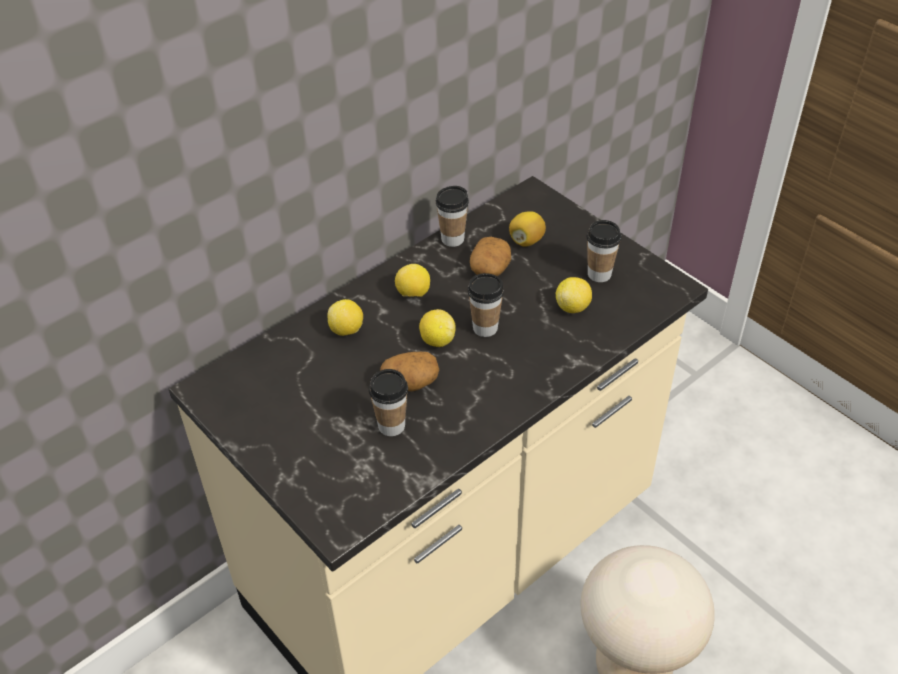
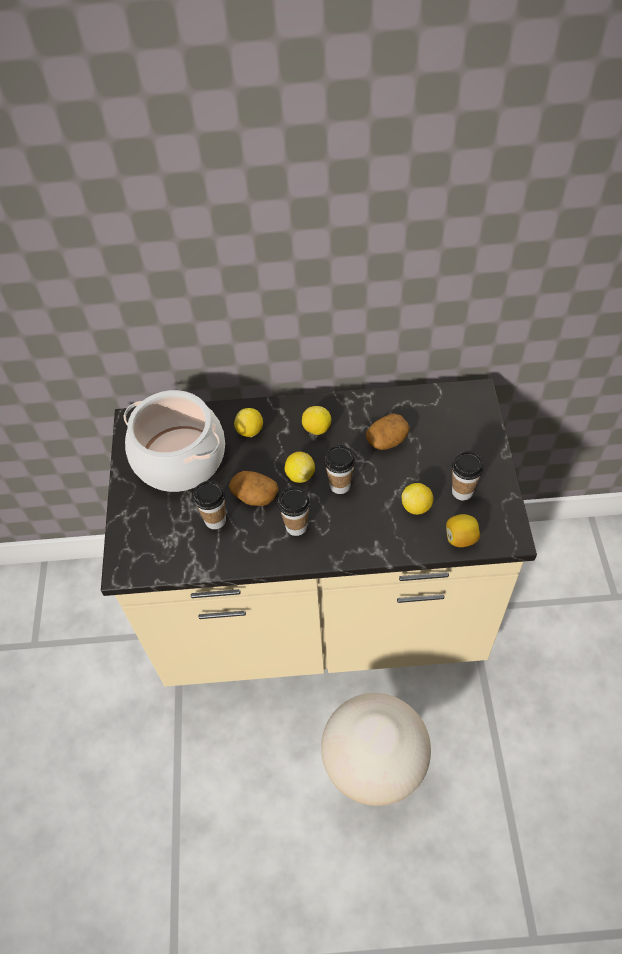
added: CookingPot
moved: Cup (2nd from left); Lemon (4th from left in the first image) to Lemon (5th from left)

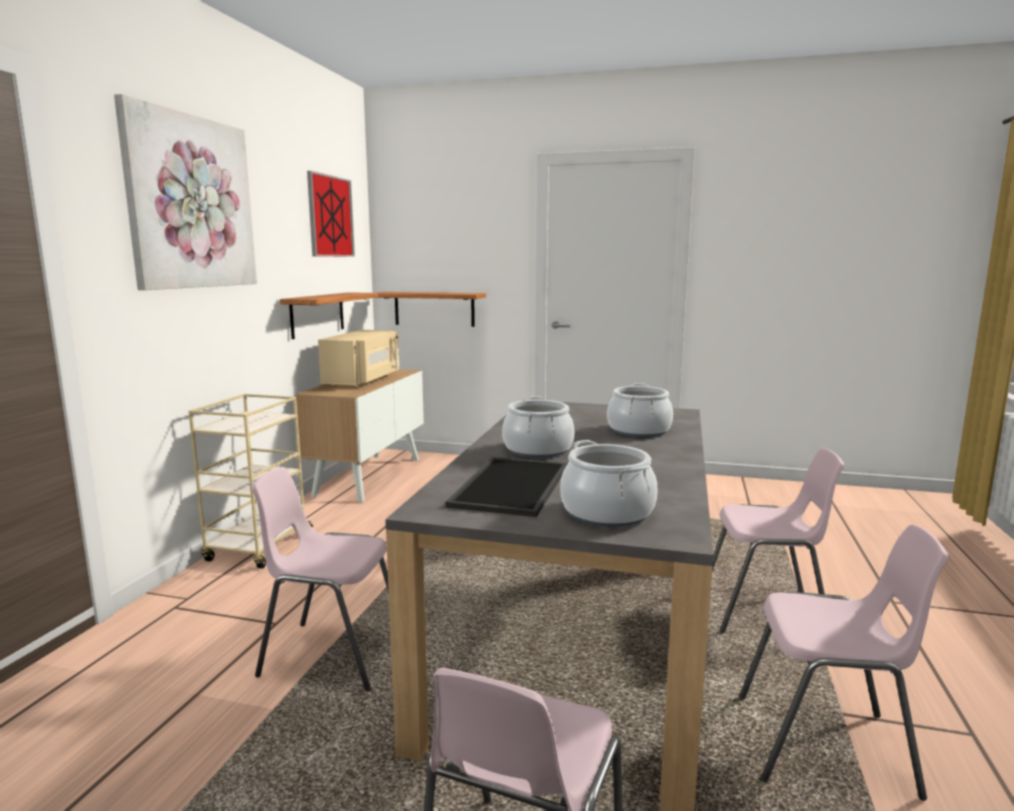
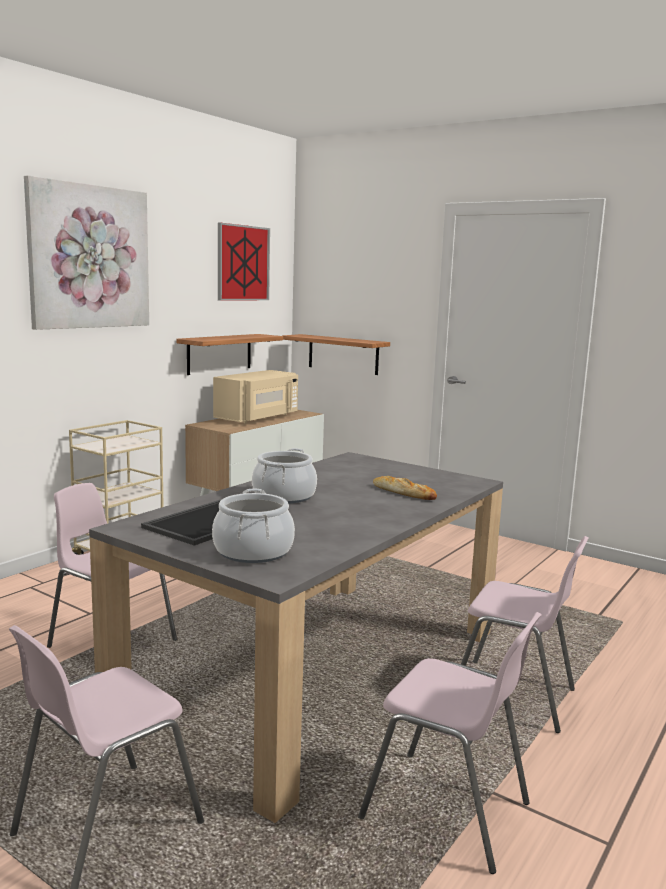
replaced: CookingPot (3rd from left) to Bread

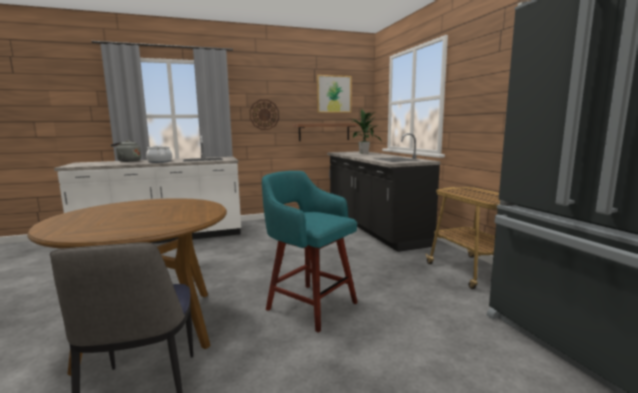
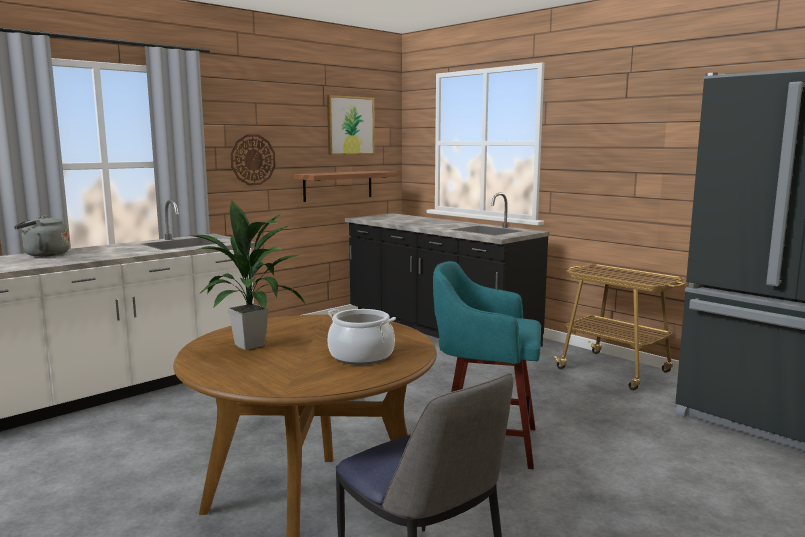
moved: PottedPlant; CookingPot

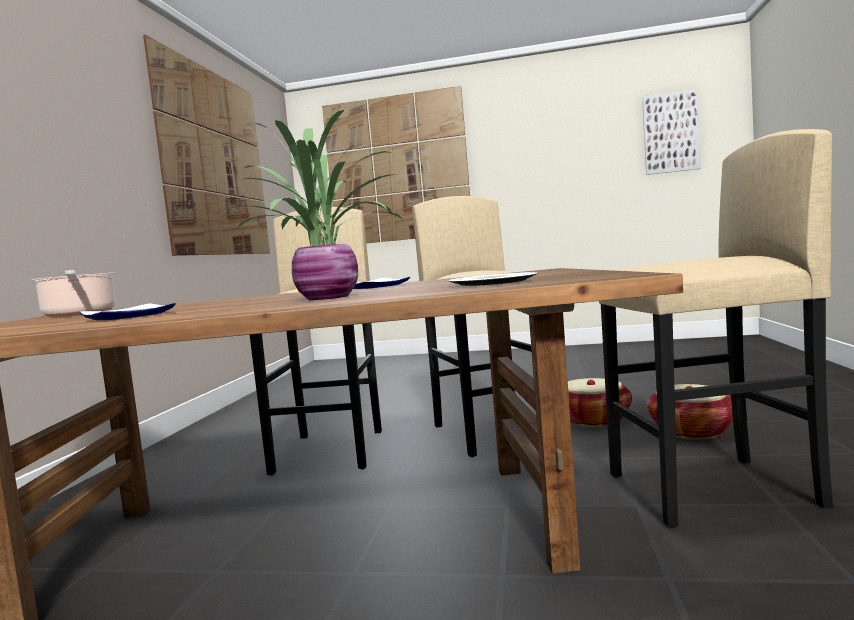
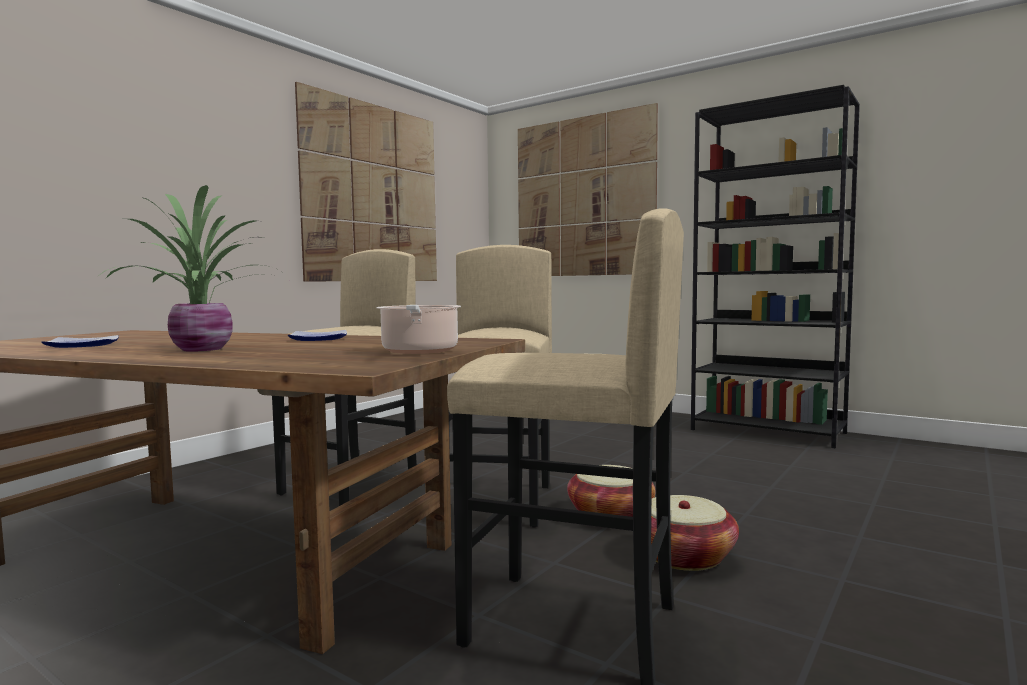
removed: Plate (3rd from left); Picture (3rd from left)
added: BlackBookcase
moved: CookingPot

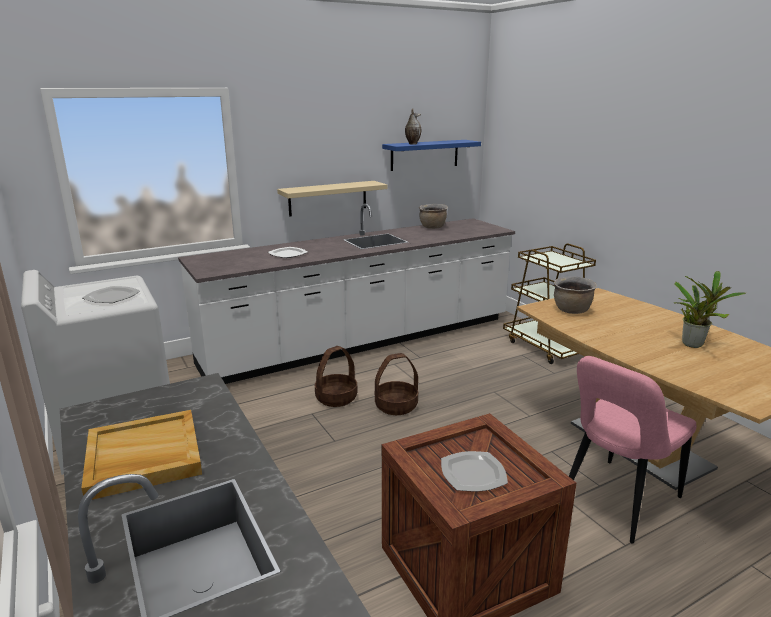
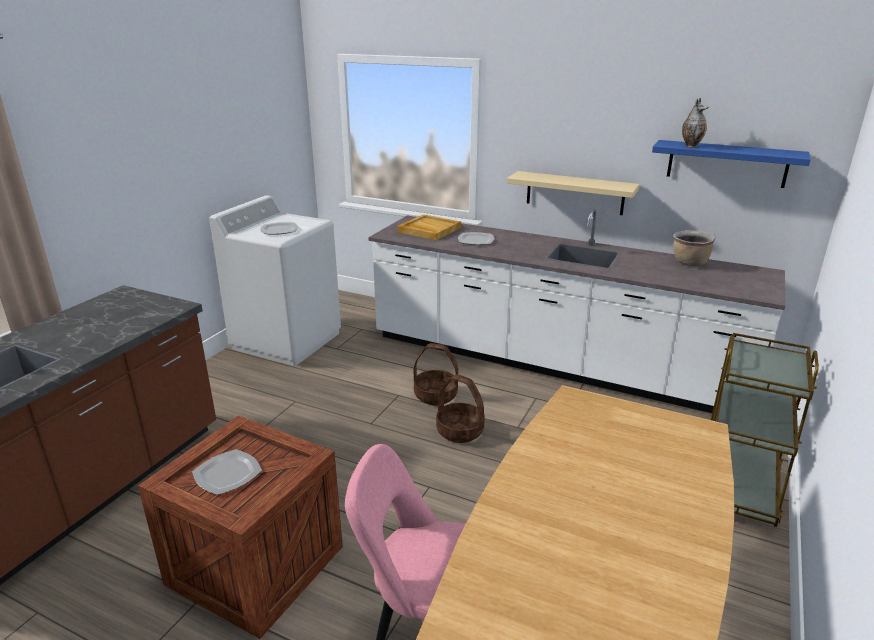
removed: BrownCookingPot (2nd from left); PottedPlant
moved: BeigeTray

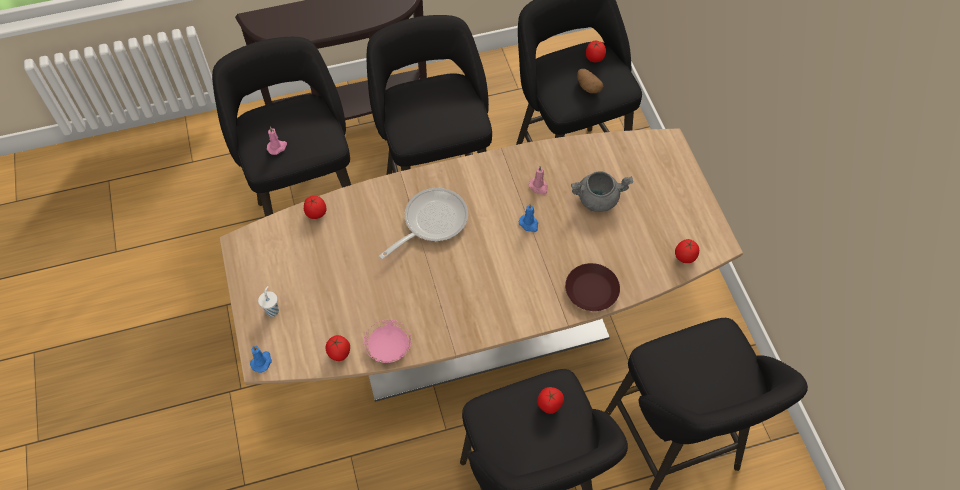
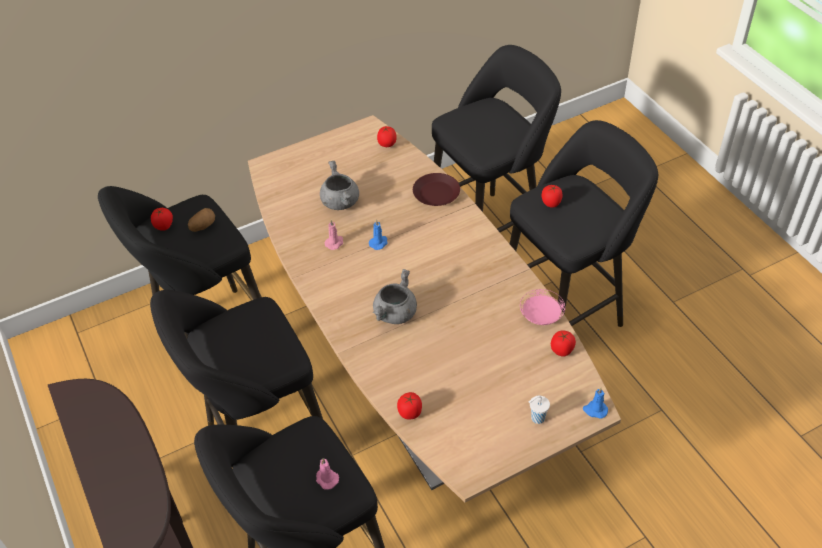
replaced: FryingPan to GreyCookingPot (2nd from left)

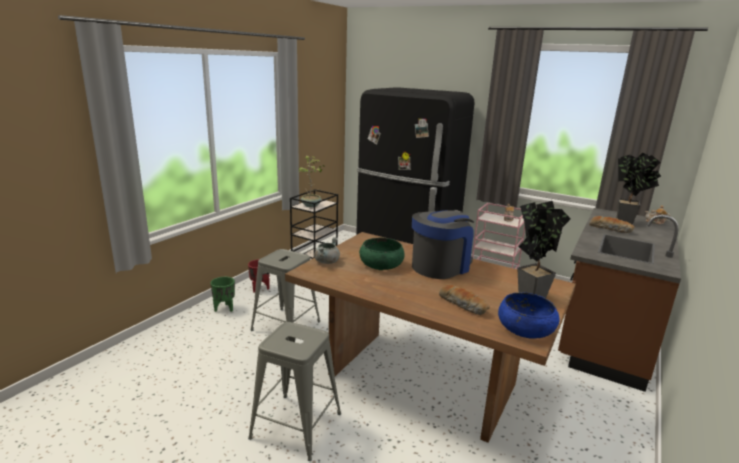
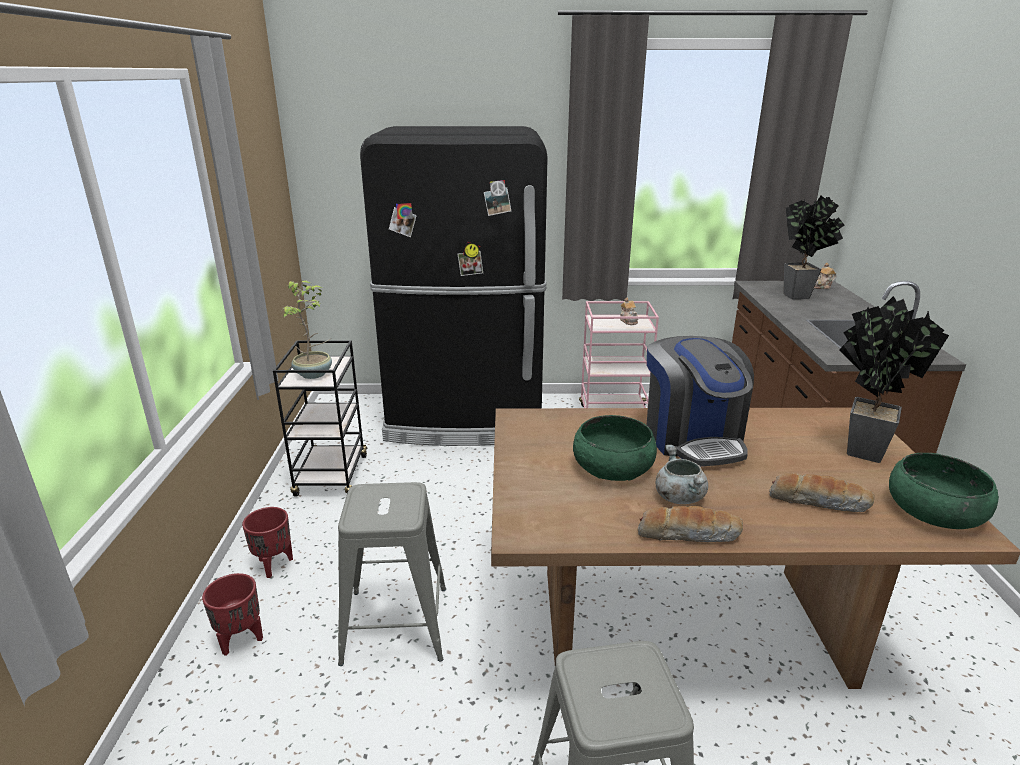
moved: Bread (2nd from left in the first image) to Bread (1st from left); GreyCookingPot
recoloured: GreenPlanter to RedPlanter (1st from left); BlueBowl to GreenBowl (2nd from left)
turned: CoffeeMachine 150 degrees clockwise

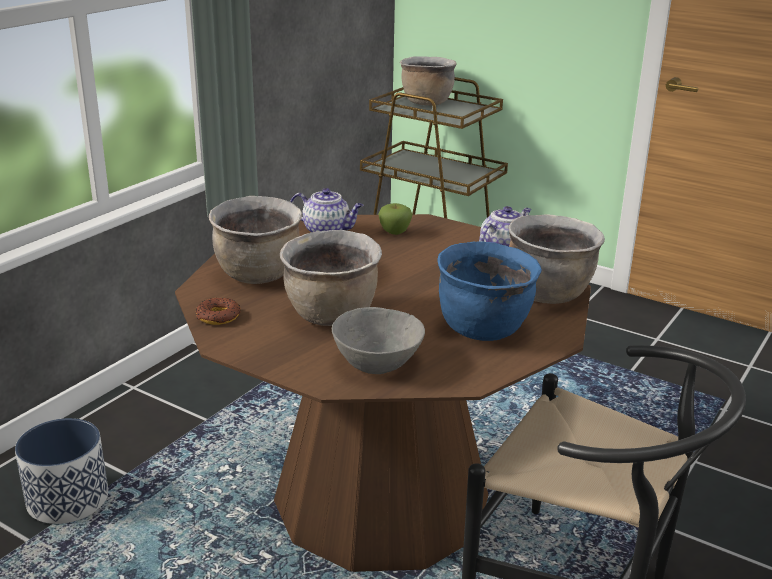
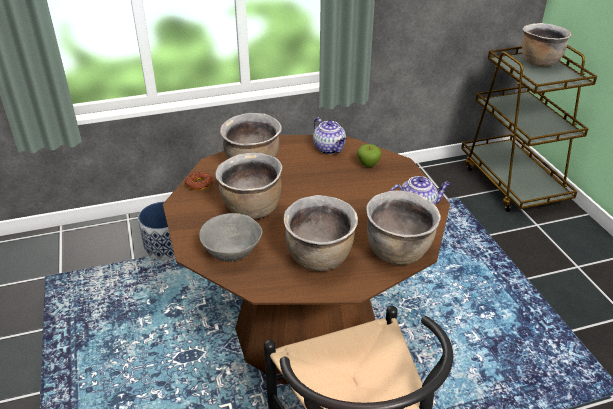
recoloured: BlueCookingPot to BrownCookingPot (3rd from left)

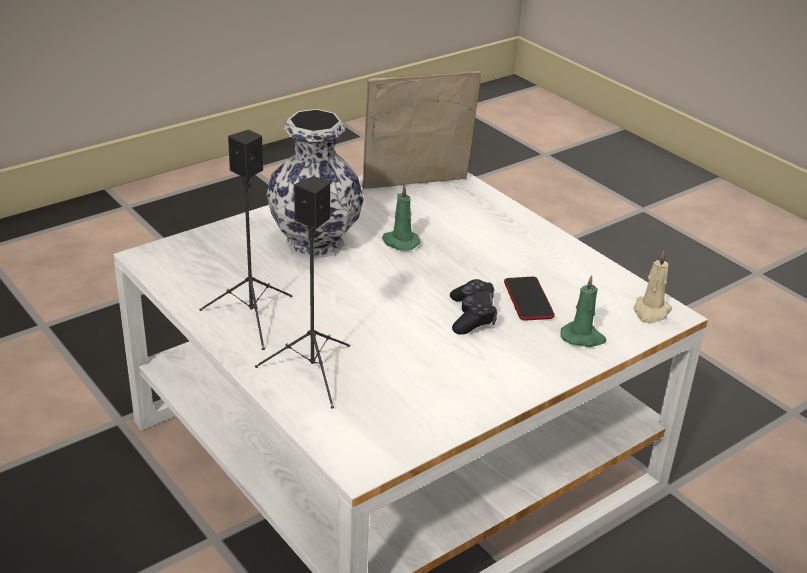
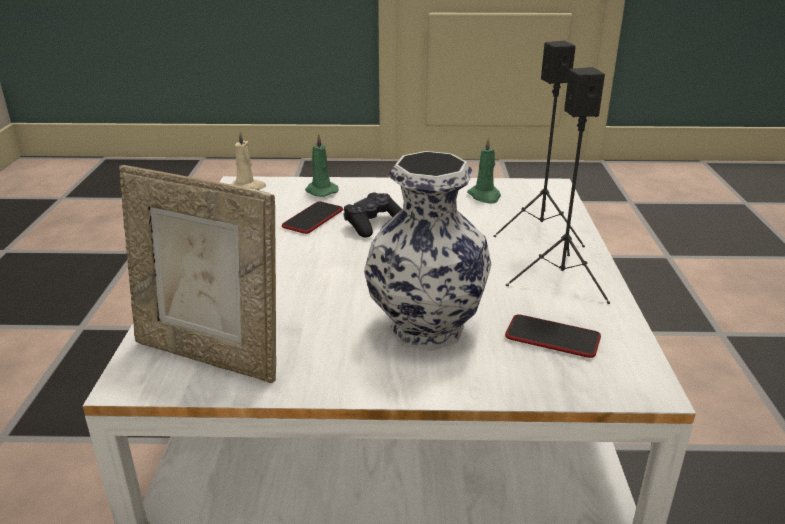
added: Phone (2nd from left)
moved: GreenCandle (1st from left in the first image) to GreenCandle (2nd from left)

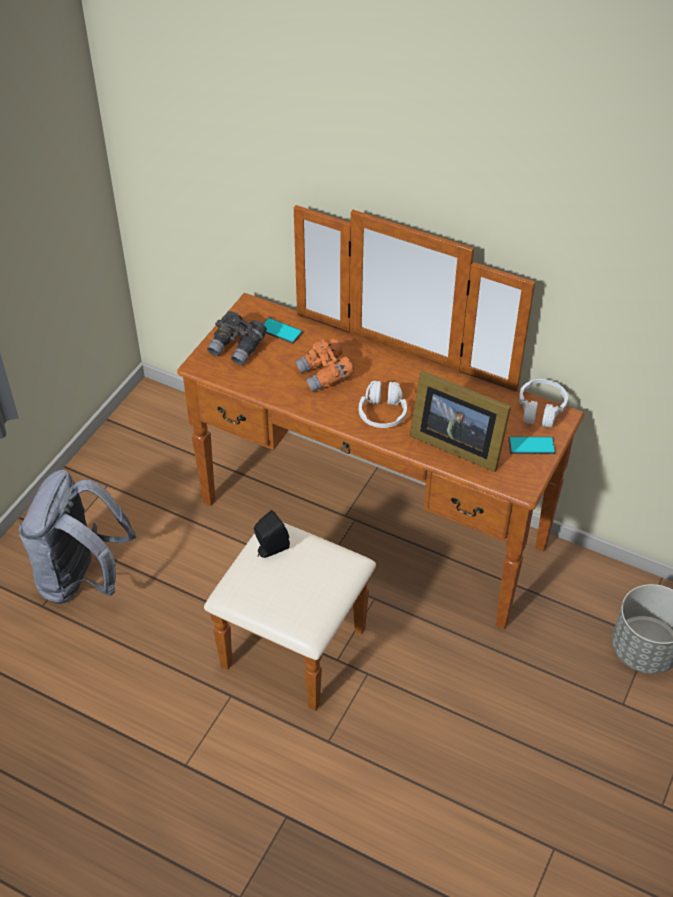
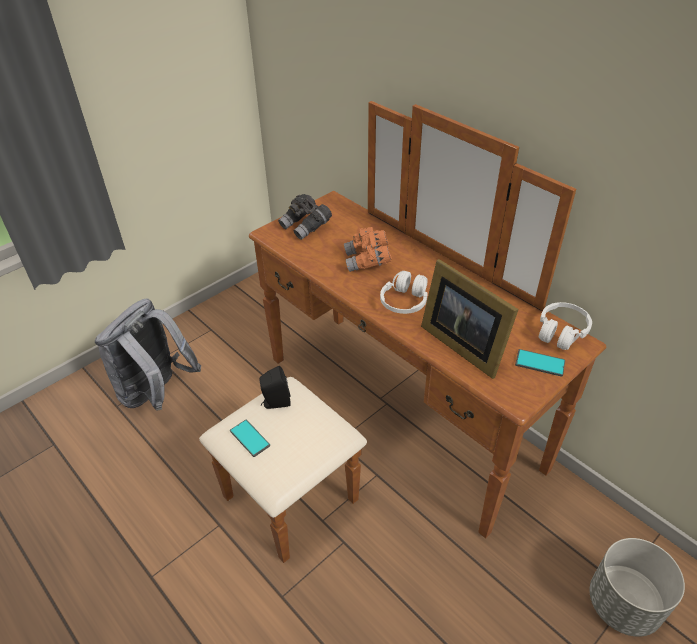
moved: Phone (1st from left)

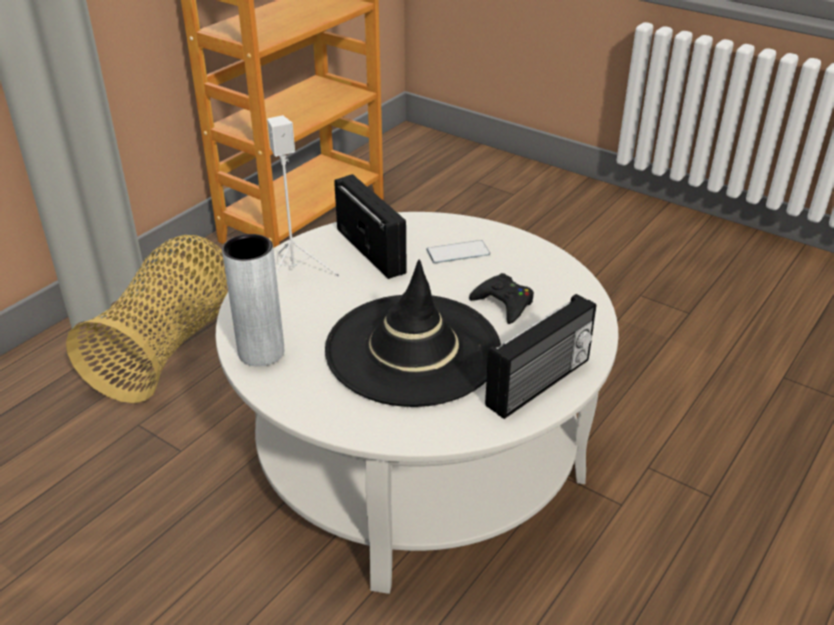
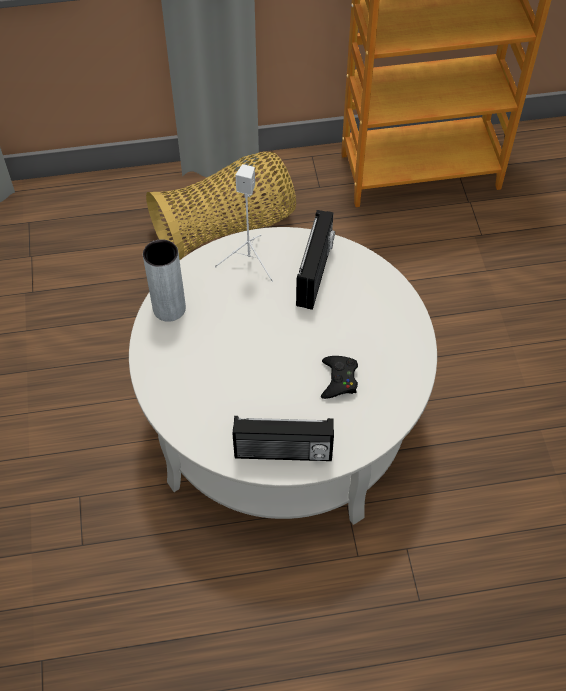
removed: BlackHat; Phone

